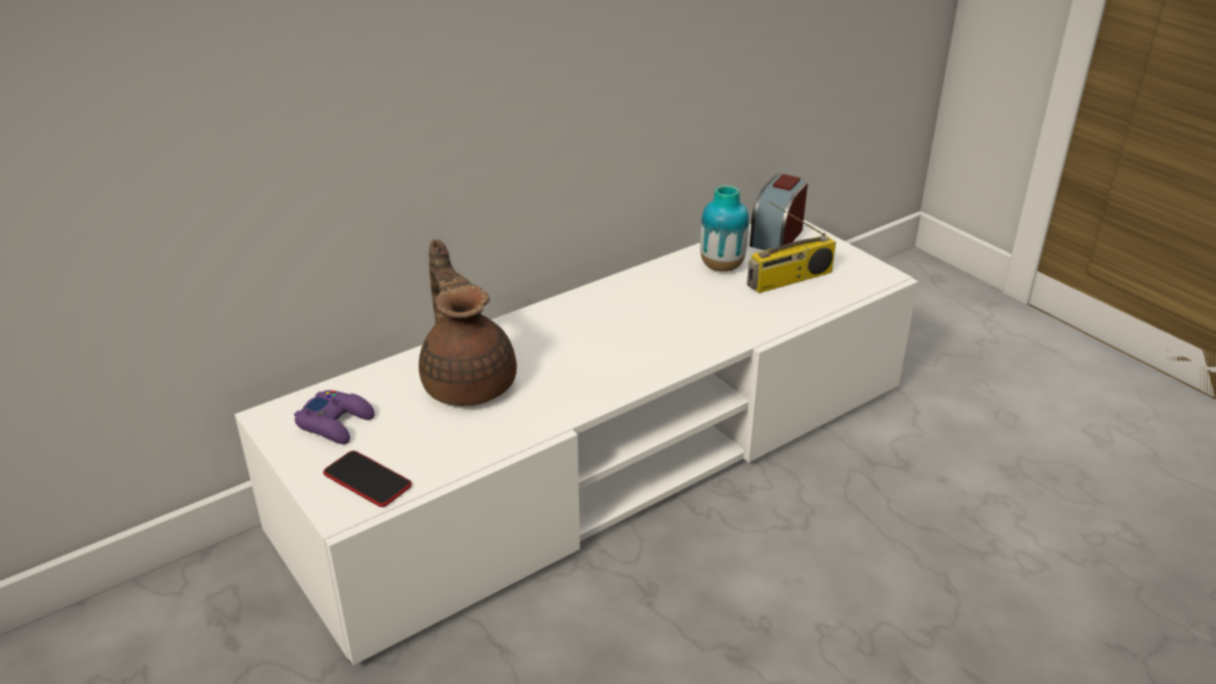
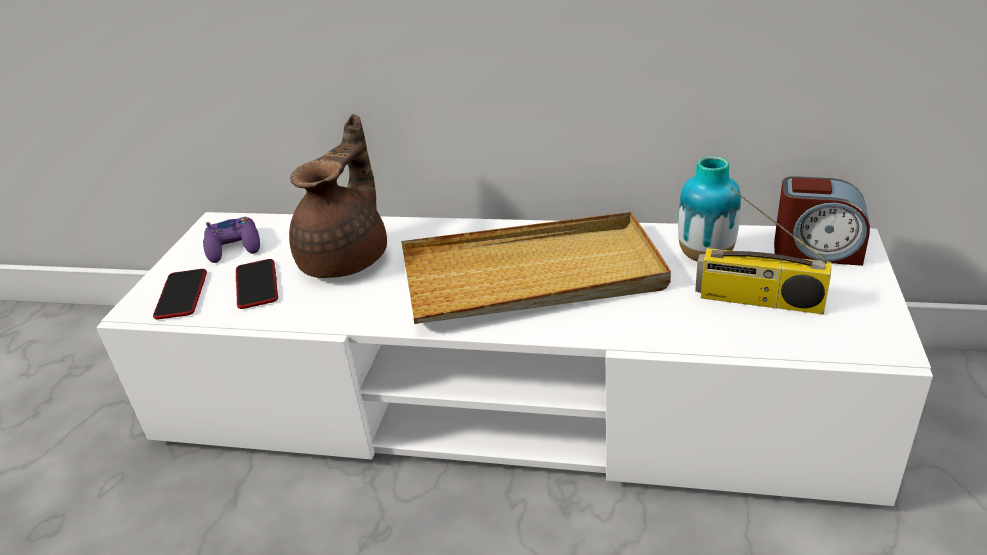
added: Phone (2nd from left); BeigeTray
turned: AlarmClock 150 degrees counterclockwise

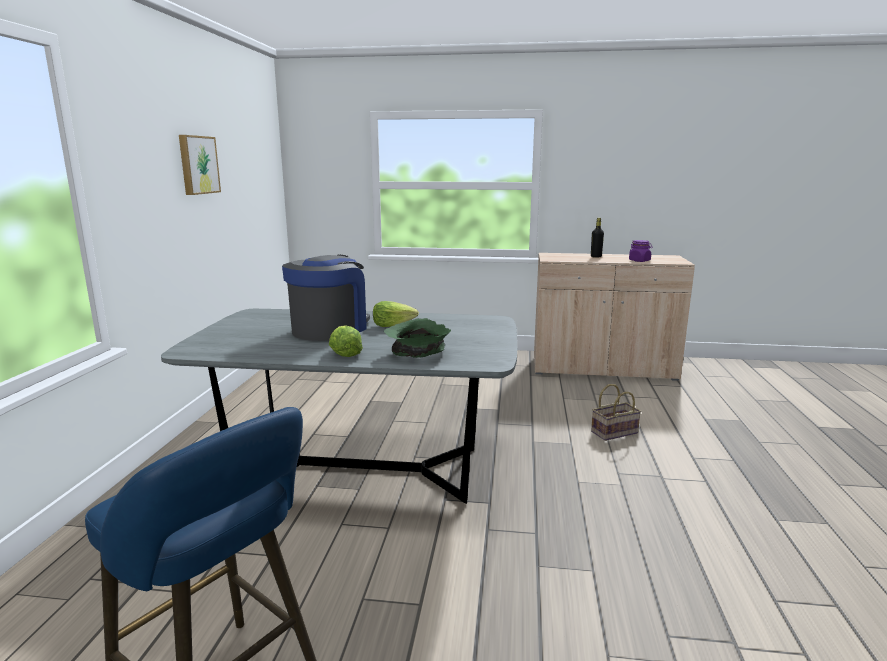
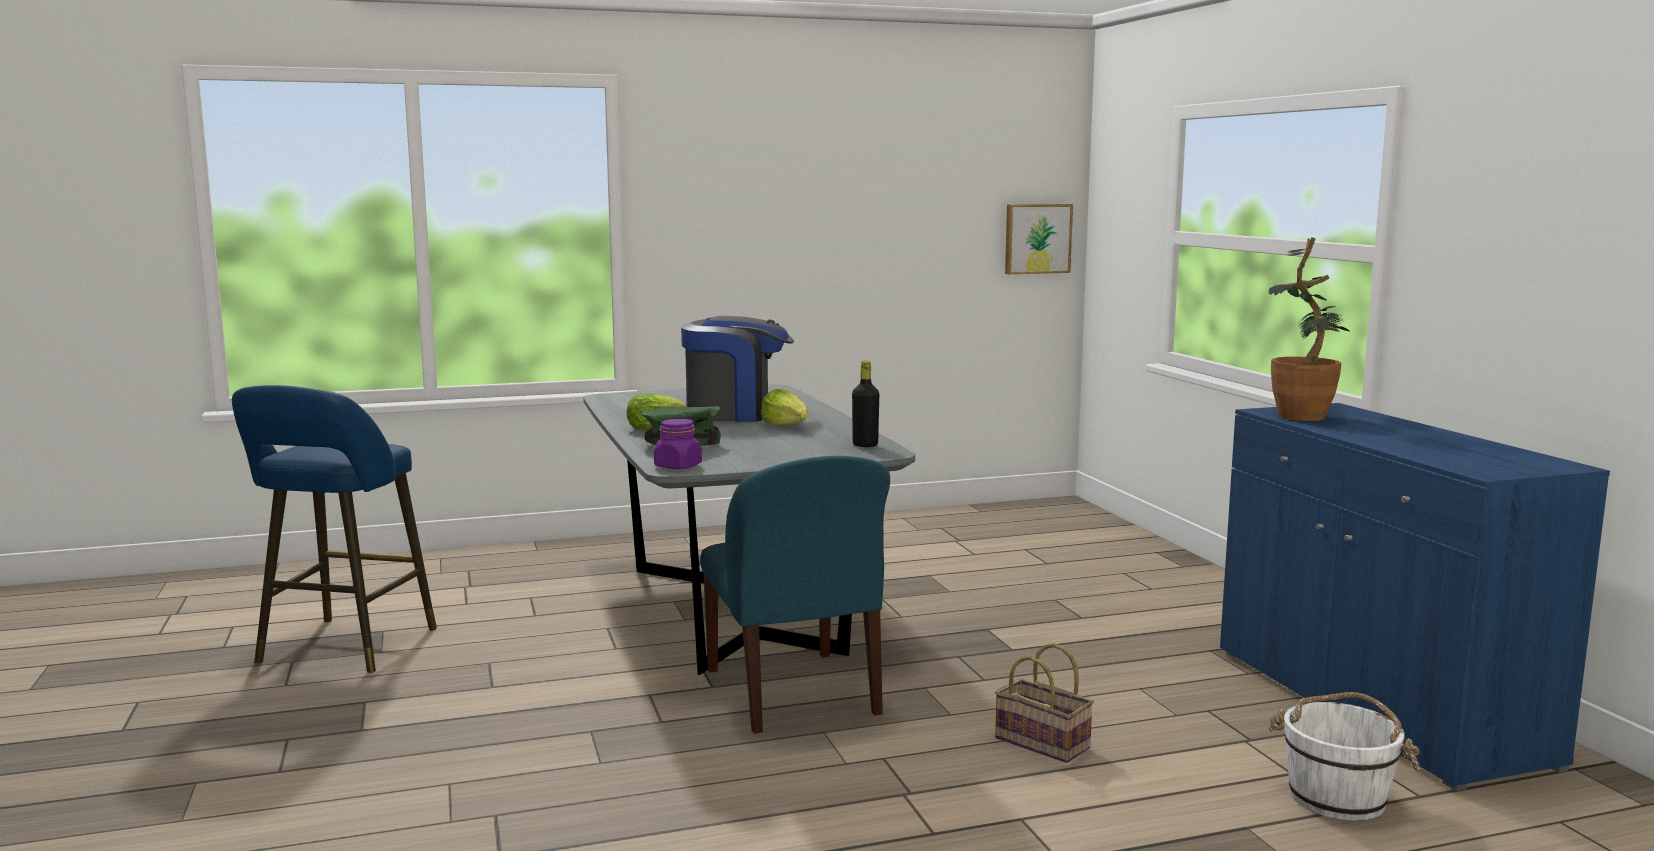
added: BlueChair; PottedPlant; WhiteBucket
moved: PurpleJar; BlackBottle; Picture
recoloured: BeigeCabinet to BlueCabinet

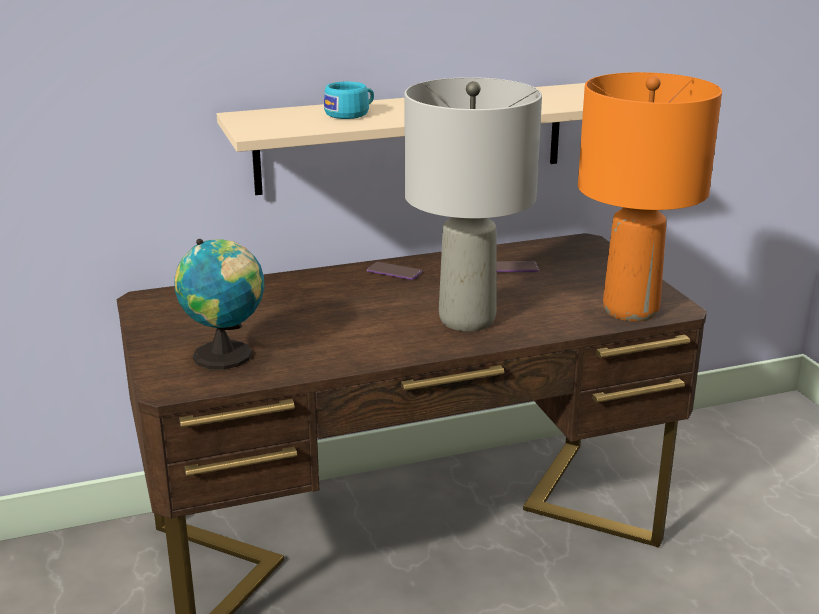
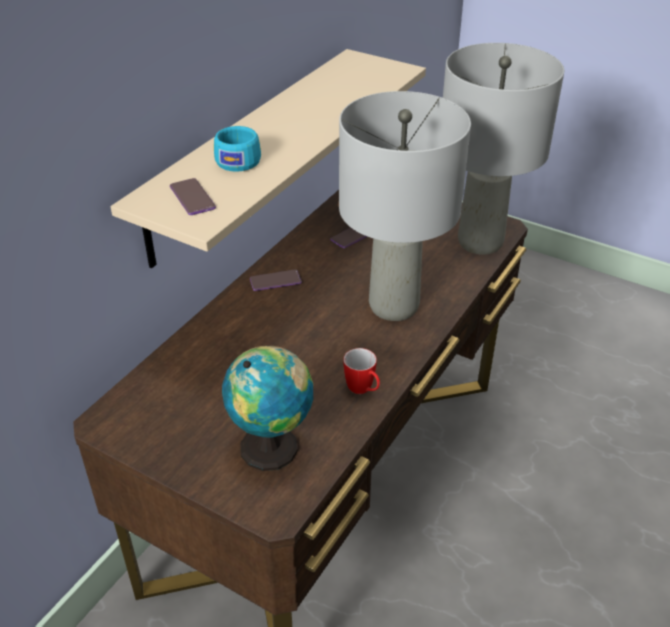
added: Phone (1st from left); Mug
recoloured: OrangeTableLamp to GreyTableLamp (2nd from left)

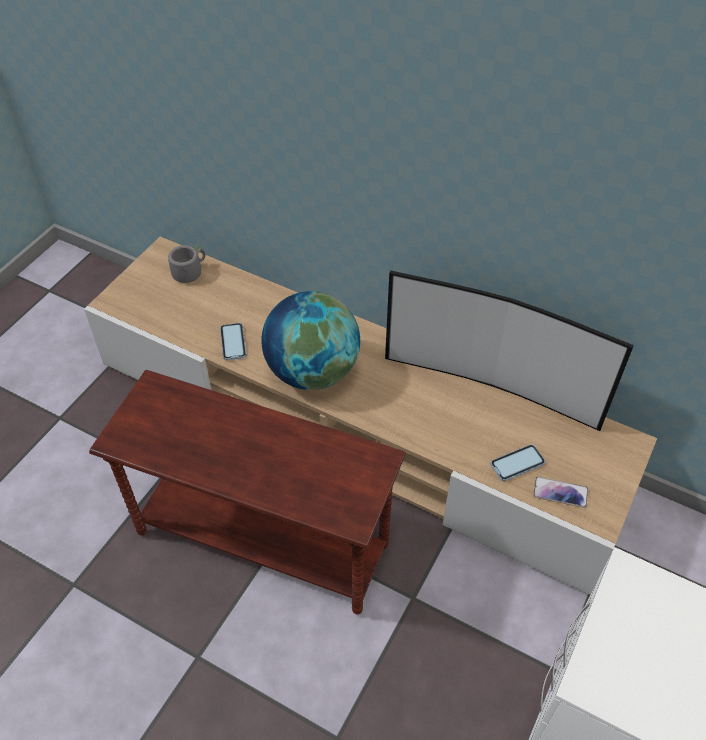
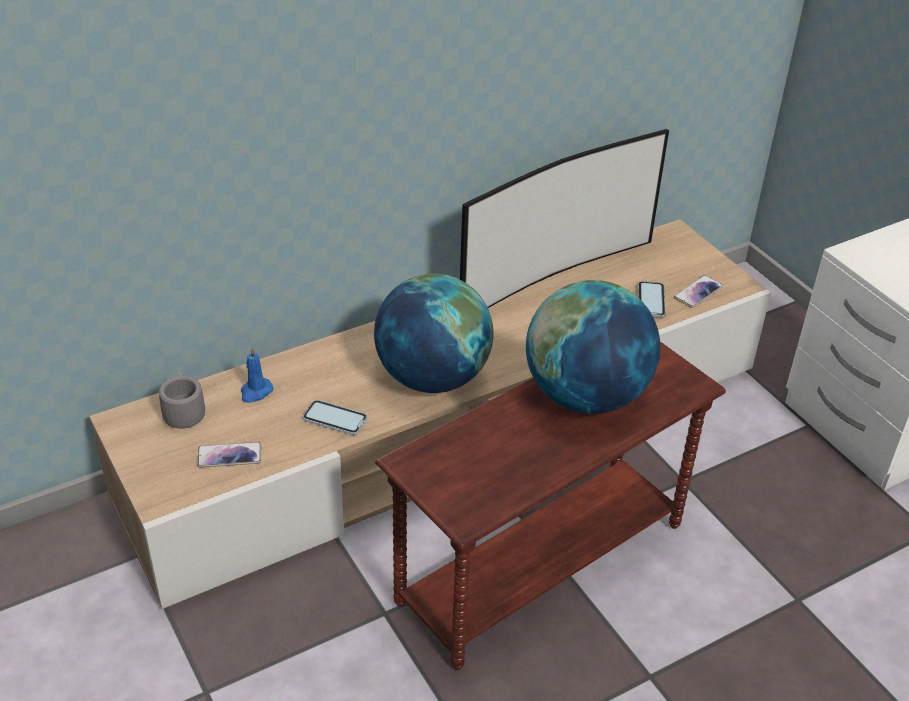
added: Phone (1st from left); BlueCandle; Globe (2nd from left)

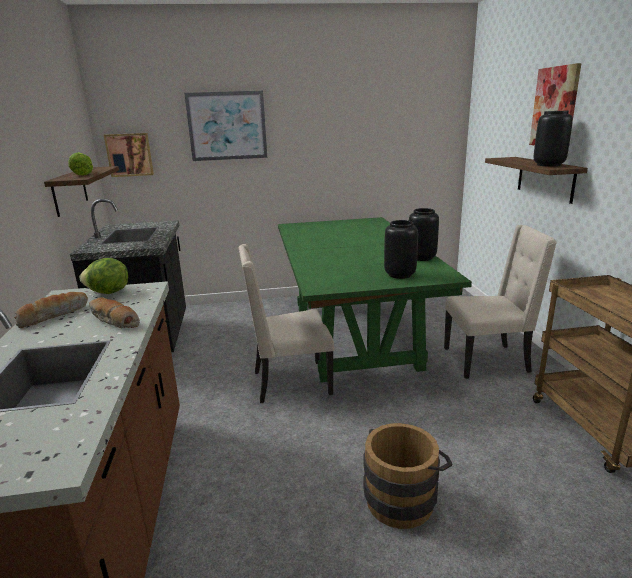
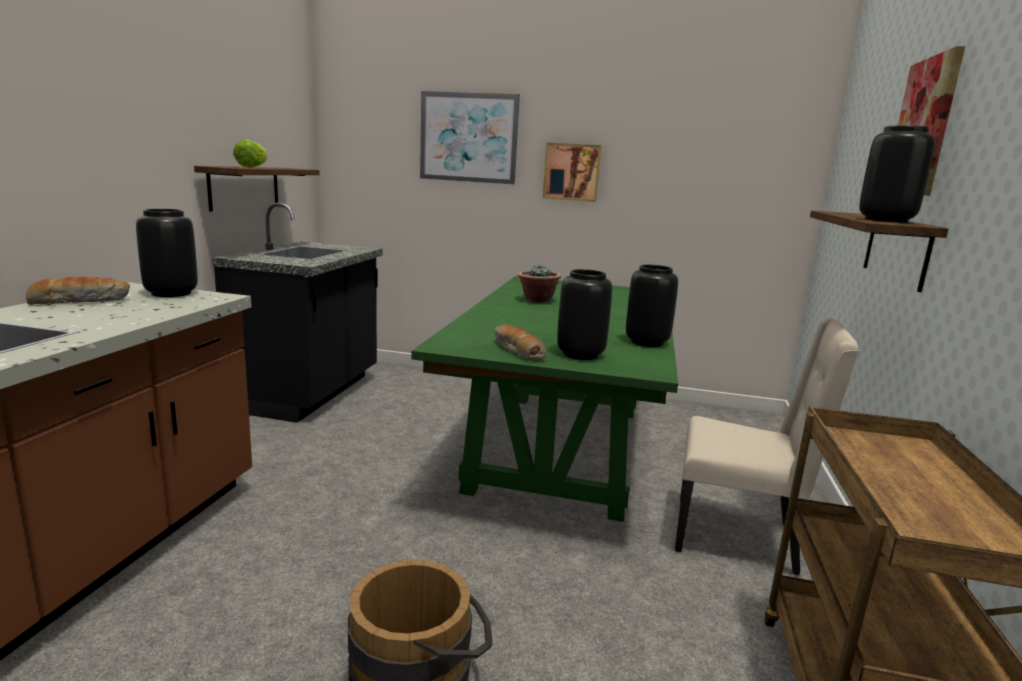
removed: BeigeChair (1st from left)
added: PottedPlant
moved: Bread (2nd from left); Picture (1st from left in the first image) to Picture (2nd from left)
replaced: Lettuce (2nd from left) to BlackVase (1st from left)

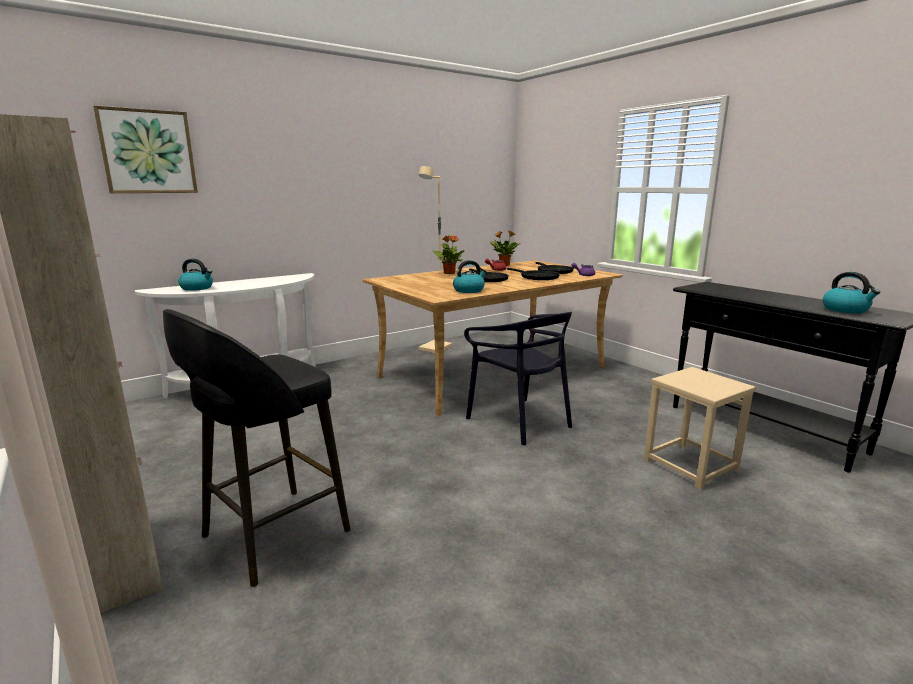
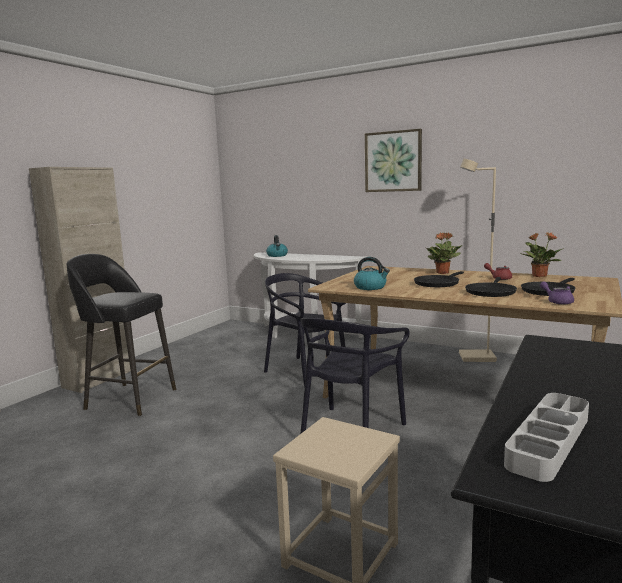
added: BlackChair (1st from left)
moved: Picture
replaced: Kettle (3rd from left) to GreyTray

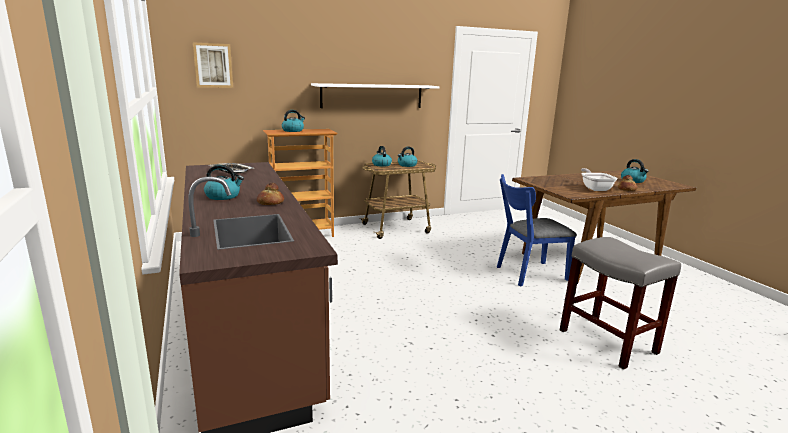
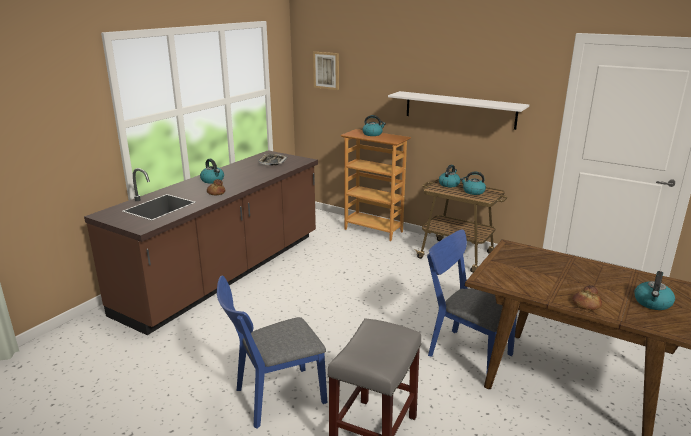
removed: FryingPan
added: BlueChair (1st from left)

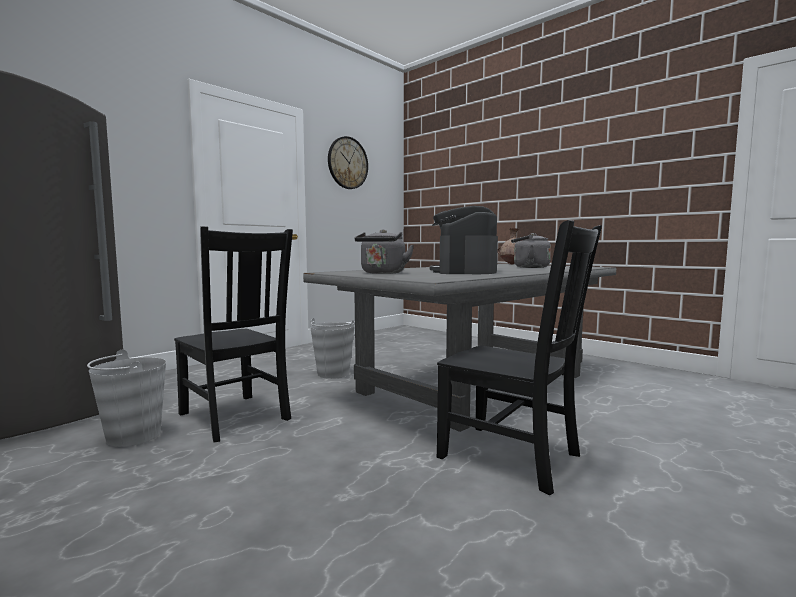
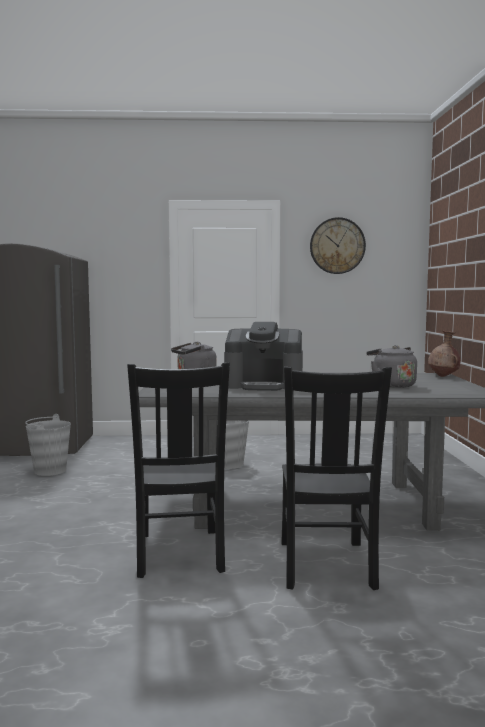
moved: BlackChair (1st from left in the first image) to BlackChair (2nd from left)
turned: CoffeeMachine 135 degrees counterclockwise

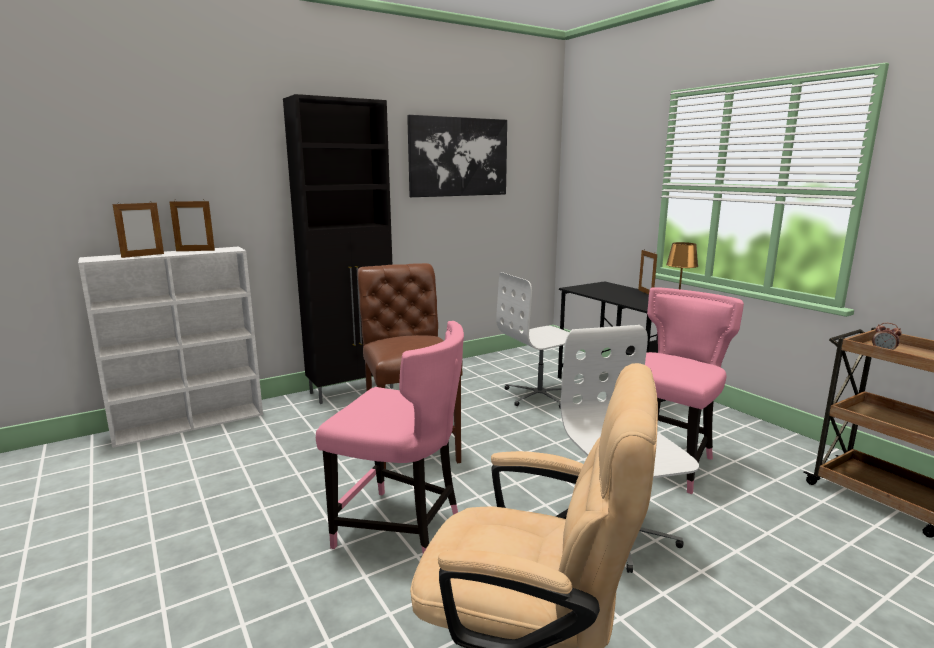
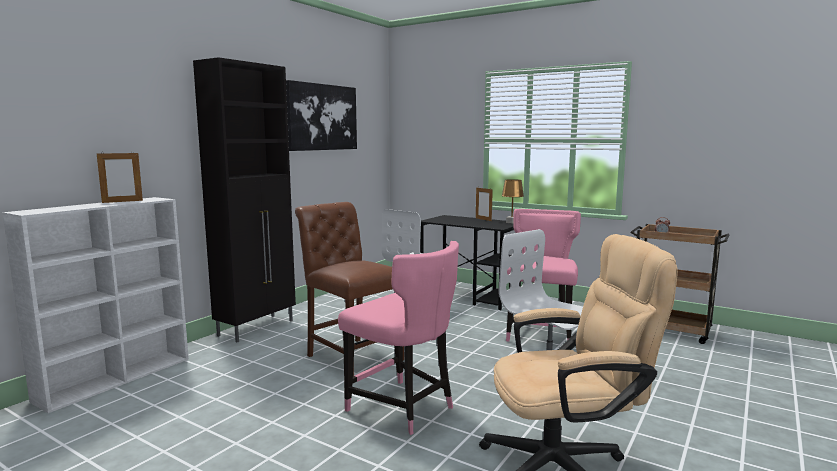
removed: PictureFrame (1st from left)
turned: PinkChair (1st from left) 45 degrees clockwise

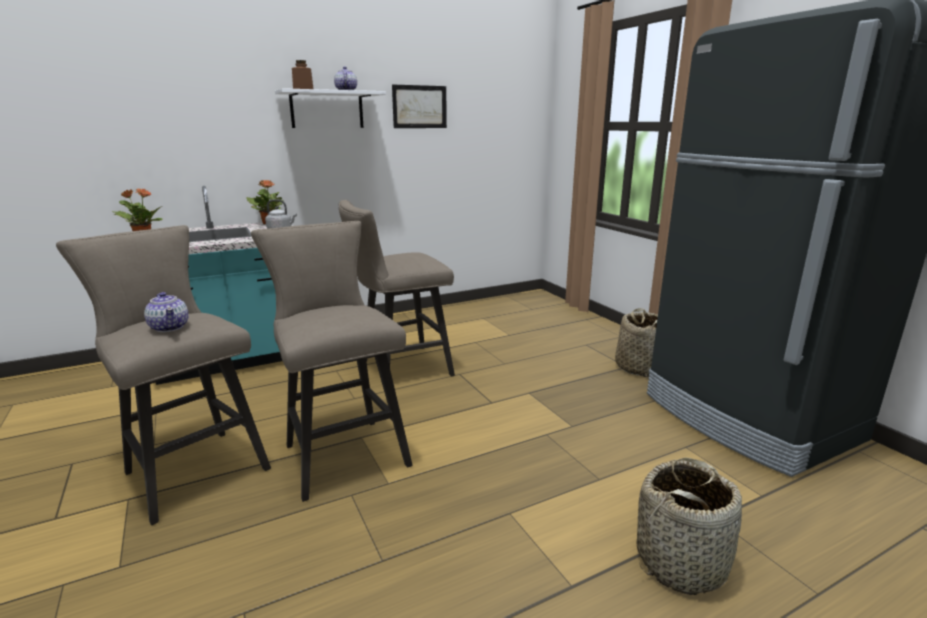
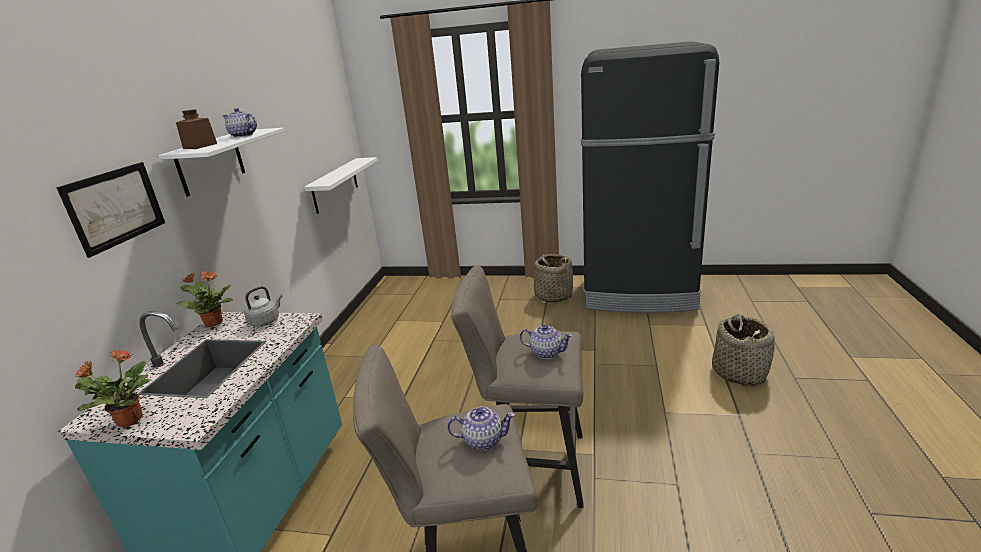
removed: BeigeStool (3rd from left)
added: WhiteShelf (2nd from left); Teapot (3rd from left)
moved: Picture

